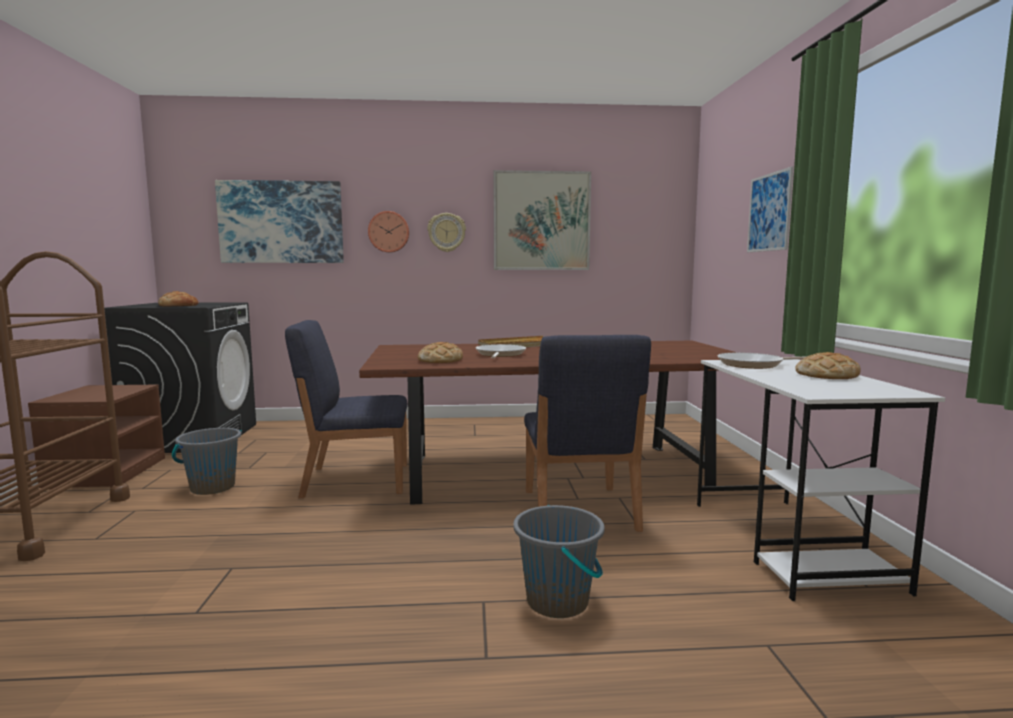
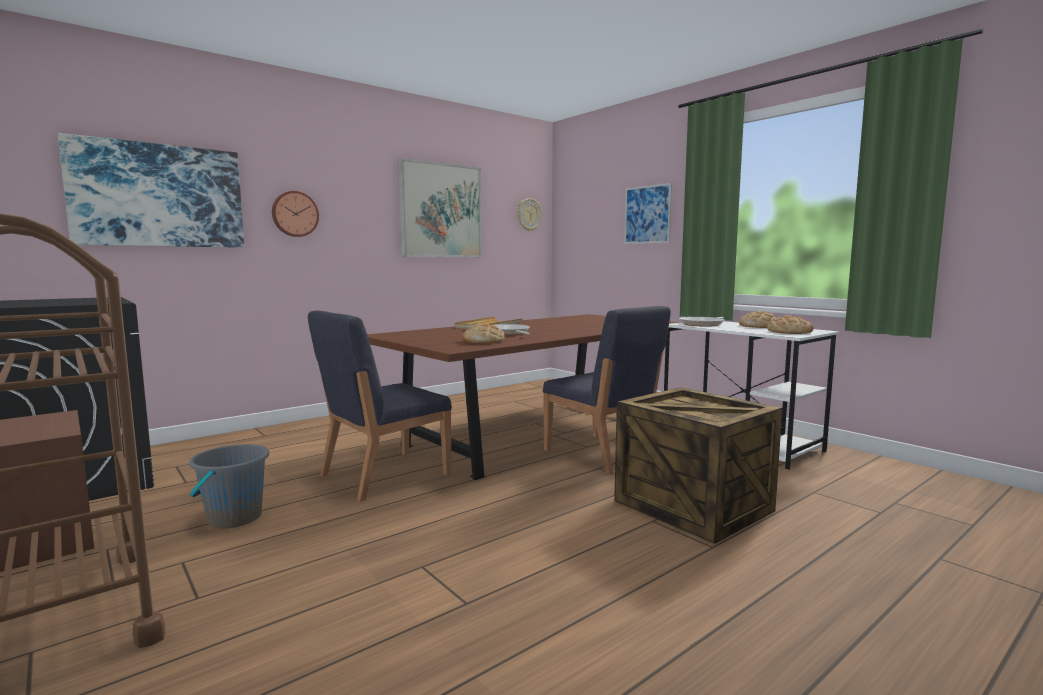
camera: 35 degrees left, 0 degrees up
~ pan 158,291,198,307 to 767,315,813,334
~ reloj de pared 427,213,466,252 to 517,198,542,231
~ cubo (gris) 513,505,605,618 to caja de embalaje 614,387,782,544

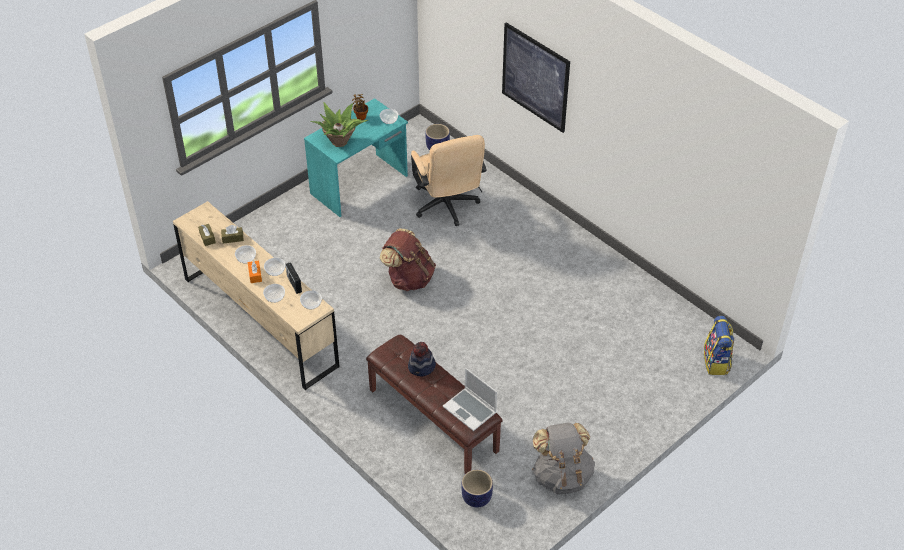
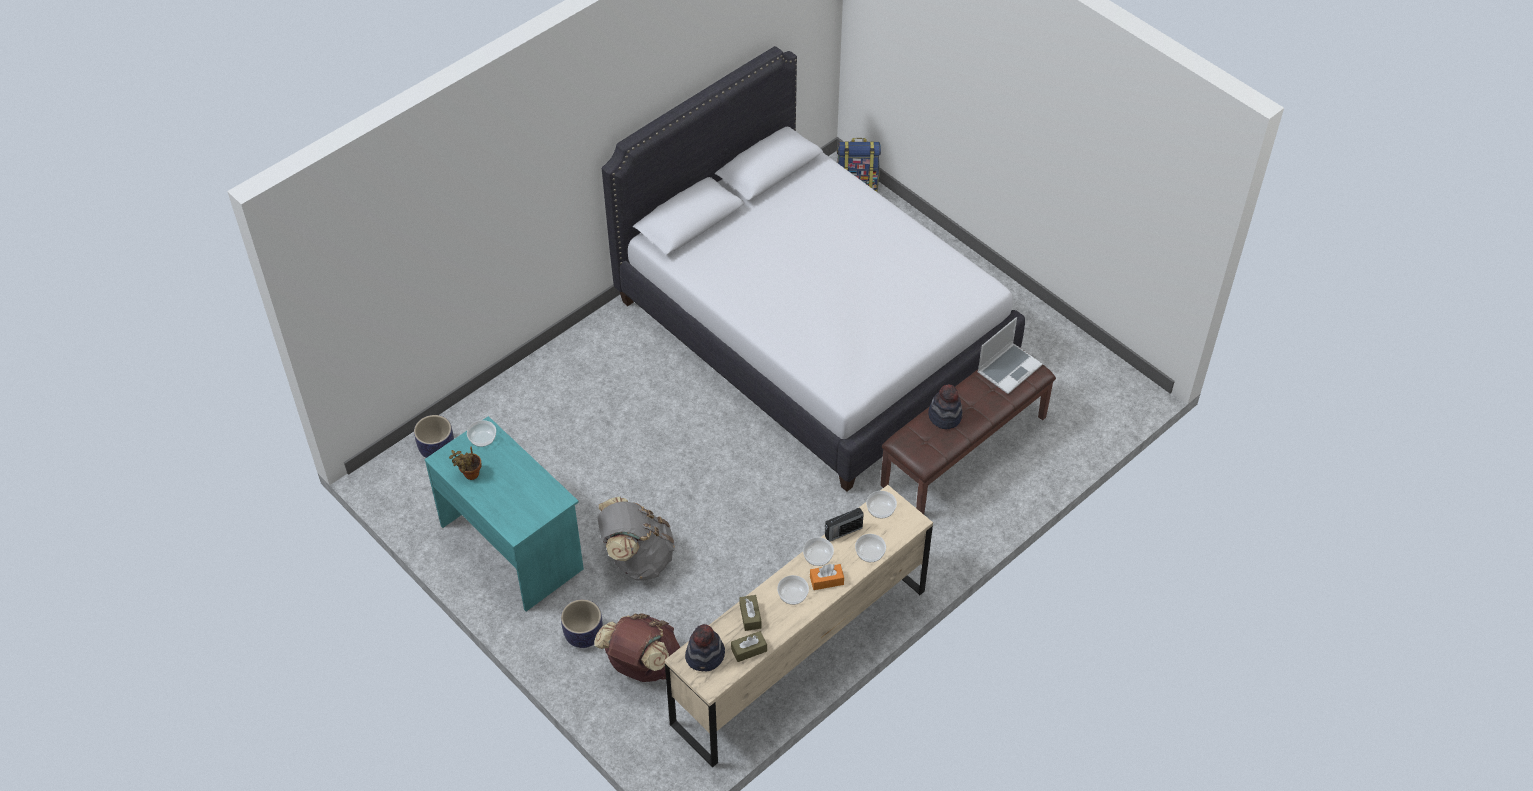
camera: 90 degrees left, 5 degrees up
- planta en maceta 310,102,368,147
~ mochila (marrón) 380,228,436,291 to 594,613,680,682
- silla de oficina (beis) 411,135,487,226
~ maceta 461,470,493,507 to 561,599,603,648
- cuadro 502,22,570,133
~ mochila (gris) 532,423,595,495 to 597,497,675,581
+ cama (blanco) 602,46,1025,492
+ sombrero 685,624,725,671

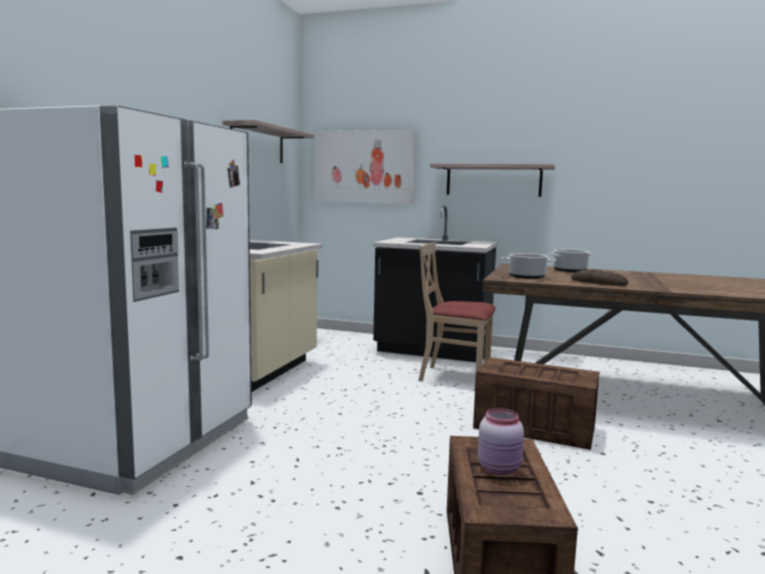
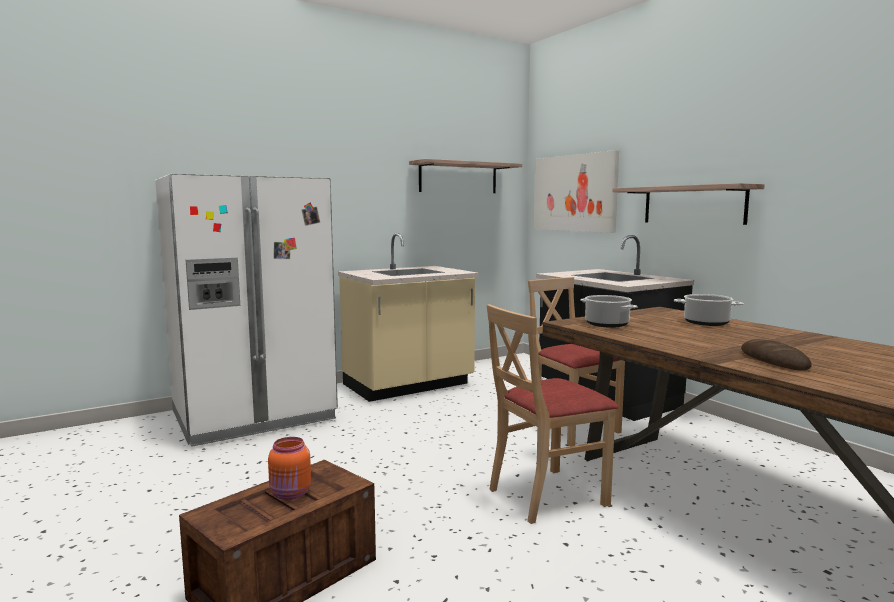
camera: 40 degrees right, 0 degrees up
~ caja de embalaje 473,357,599,450 to silla (beis) 487,304,619,524
~ tarro (rosa) 478,408,524,475 to tarro (naranja) 268,437,311,500
~ pan 571,270,628,286 to 741,339,811,370

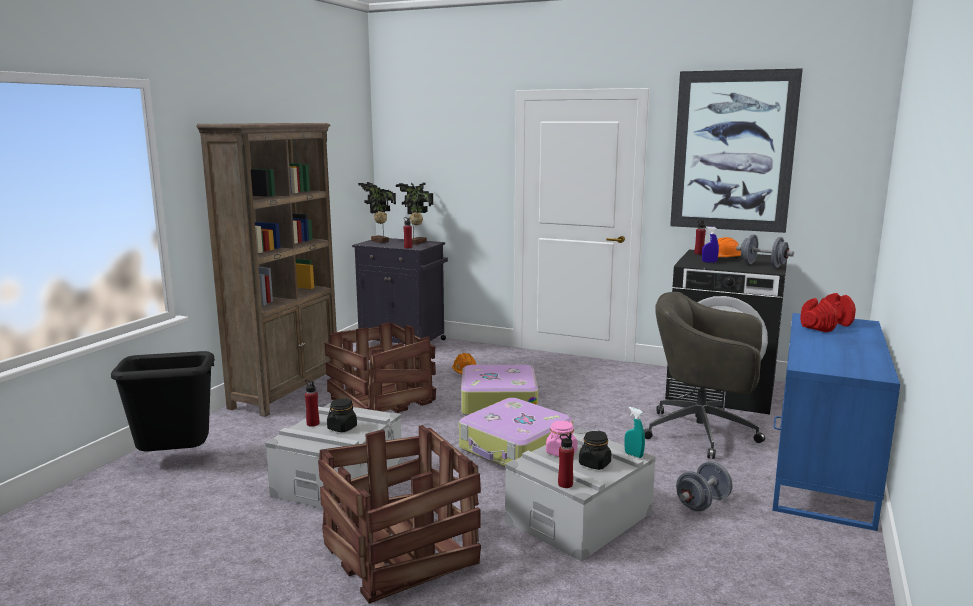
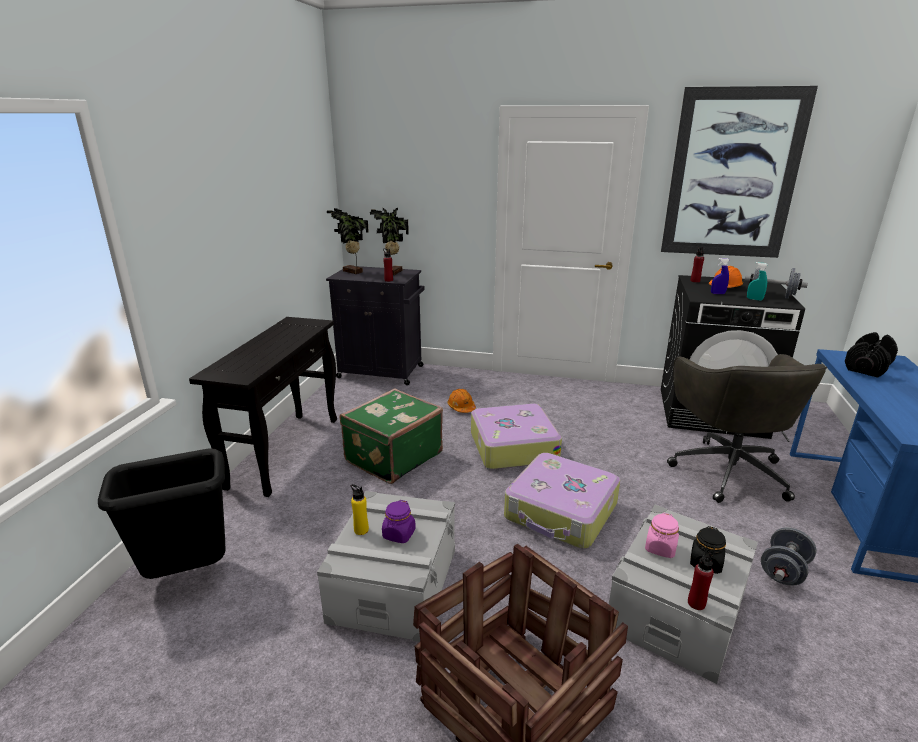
camera: 10 degrees left, 10 degrees up
~ estantería (marrón) 196,123,337,417 to mesa consola (negro) 189,317,337,497
~ botella (rojo) 305,380,319,427 to botella (amarillo) 350,484,369,535
~ caja de embalaje 325,322,436,413 to maleta (verde) 340,388,443,484
~ tarro (negro) 327,398,357,432 to tarro (morado) 382,500,416,543
~ pulverizador (turquesa) 624,407,645,458 to 747,262,768,301
~ silla de oficina (gris) 644,292,765,459 = 667,354,827,503 105 degrees counterclockwise
~ mancuerna (rojo) 800,293,856,332 to mancuerna (negro) 845,332,898,378

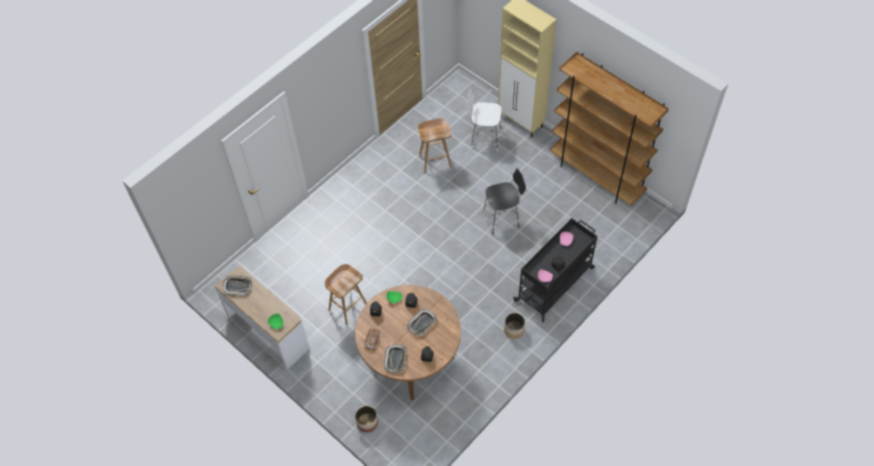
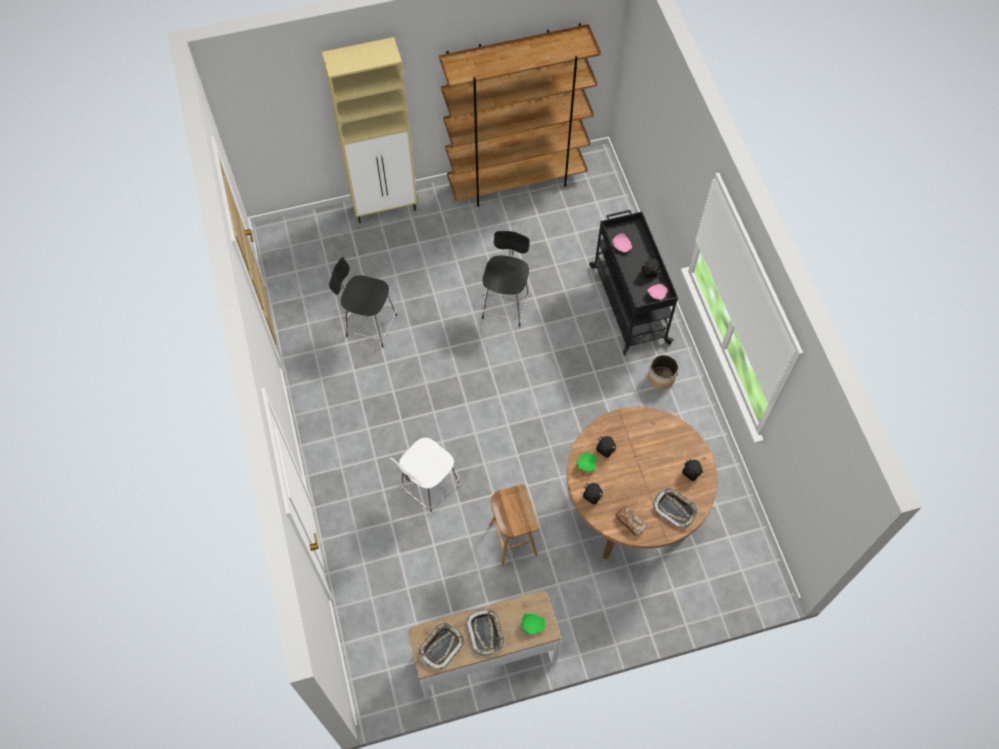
camera: 60 degrees left, 5 degrees up
- maceta 355,406,378,433
~ bandeja 407,309,437,336 to 466,608,505,656
~ taburete (marrón) 418,118,452,173 to silla (negro) 329,257,397,347
~ silla (blanco) 467,89,503,151 to 390,437,460,515

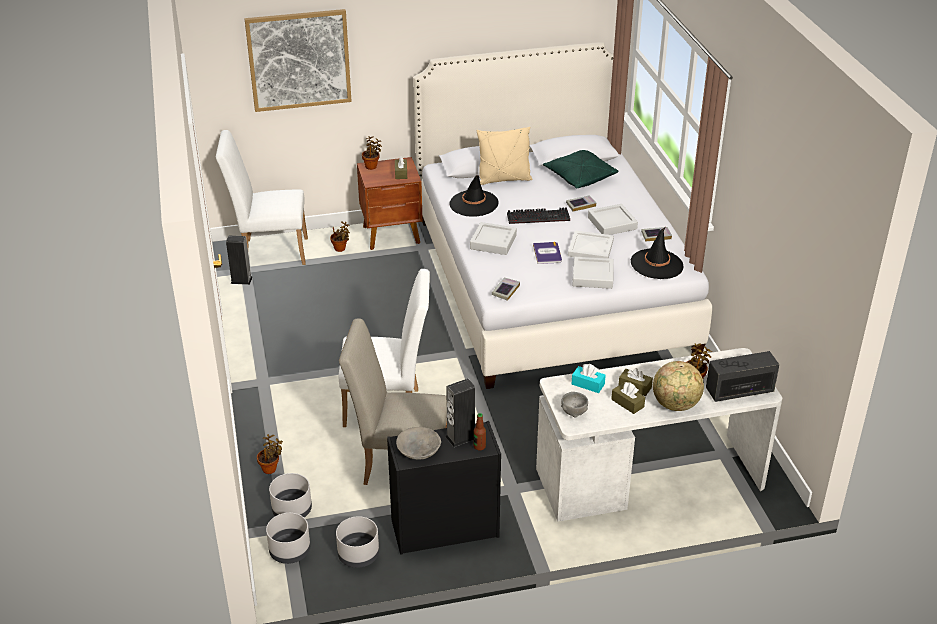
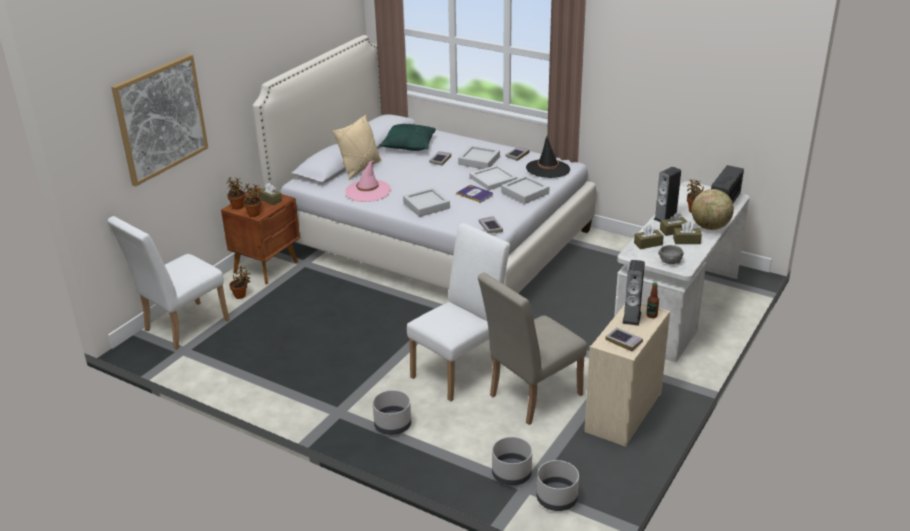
camera: 45 degrees left, 5 degrees down
~ altavoz 226,235,253,285 to 654,166,681,222
~ planta en maceta 257,434,283,474 to 243,184,262,217
~ maceta (gris) 336,516,379,568 to 373,390,411,435
~ cómoda (negro) 387,421,501,555 to cómoda (beis) 584,303,670,447
~ cuenco (gris) 396,427,441,459 to libro 606,327,643,351
~ sombrero (negro) 449,175,499,217 to sombrero (rosa) 345,161,391,202
- teclado 507,207,570,224
~ caja de pañuelos (turquesa) 572,364,606,393 to caja de pañuelos (marrón) 634,225,664,249

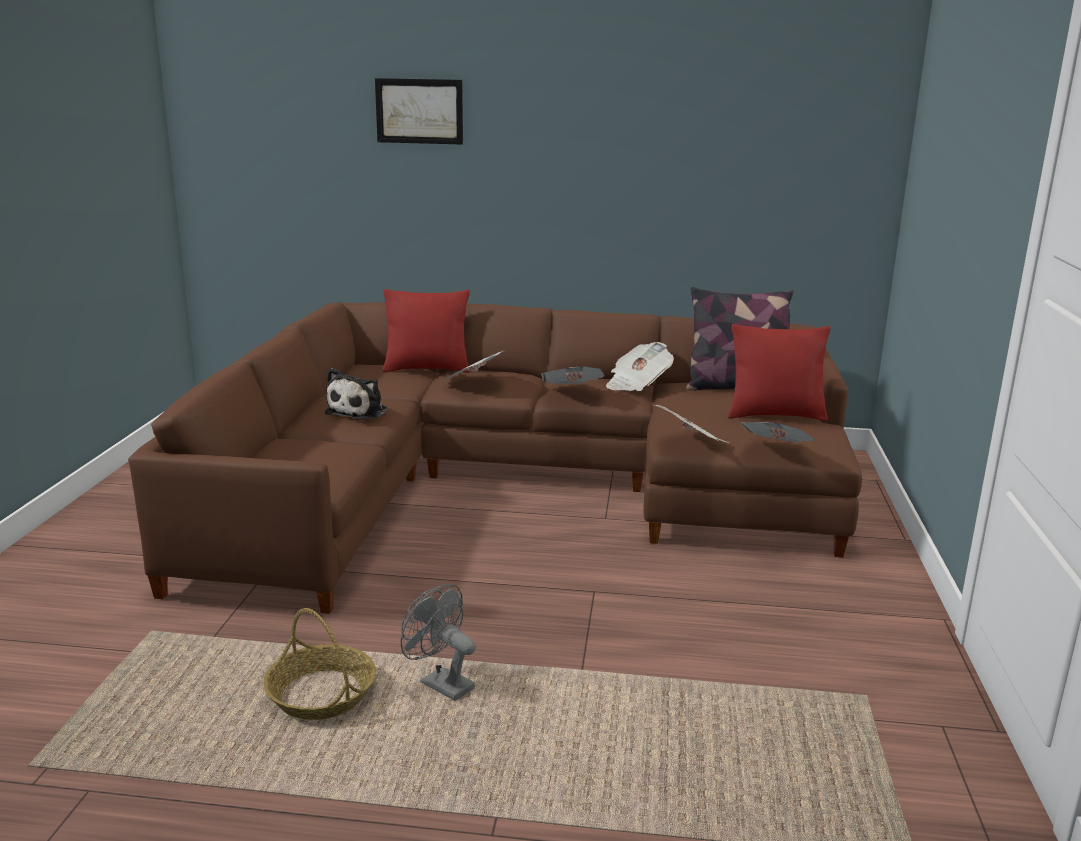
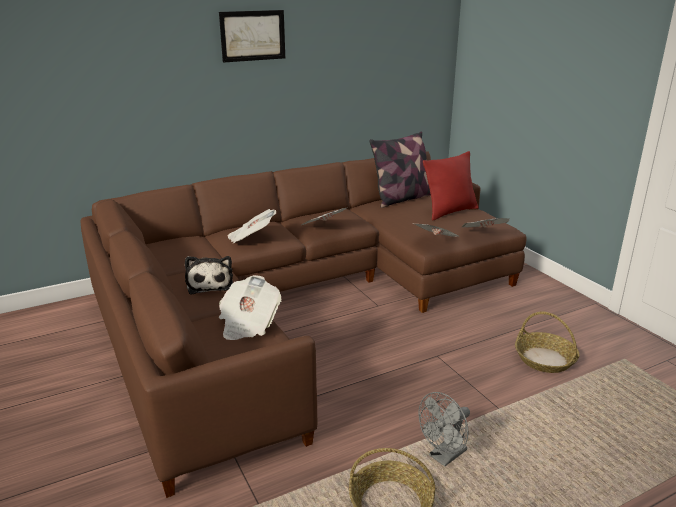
camera: 35 degrees left, 5 degrees up
~ cuadro 375,78,463,145 to 219,10,285,63
- cojín (rojo) 383,289,470,373
~ ventilador (gris) 401,584,476,701 = 418,392,470,466 45 degrees counterclockwise
~ periódico 606,342,674,391 to 219,275,281,340
+ cesta 515,312,579,373

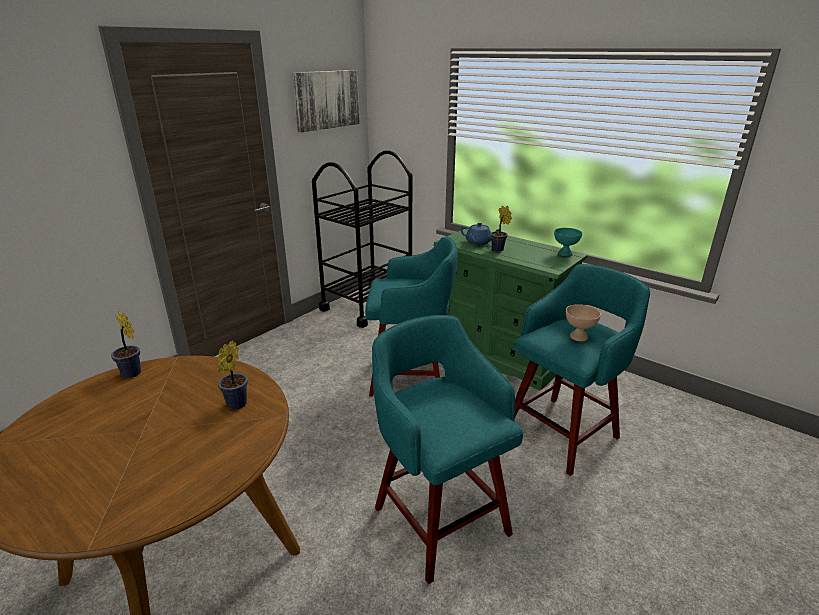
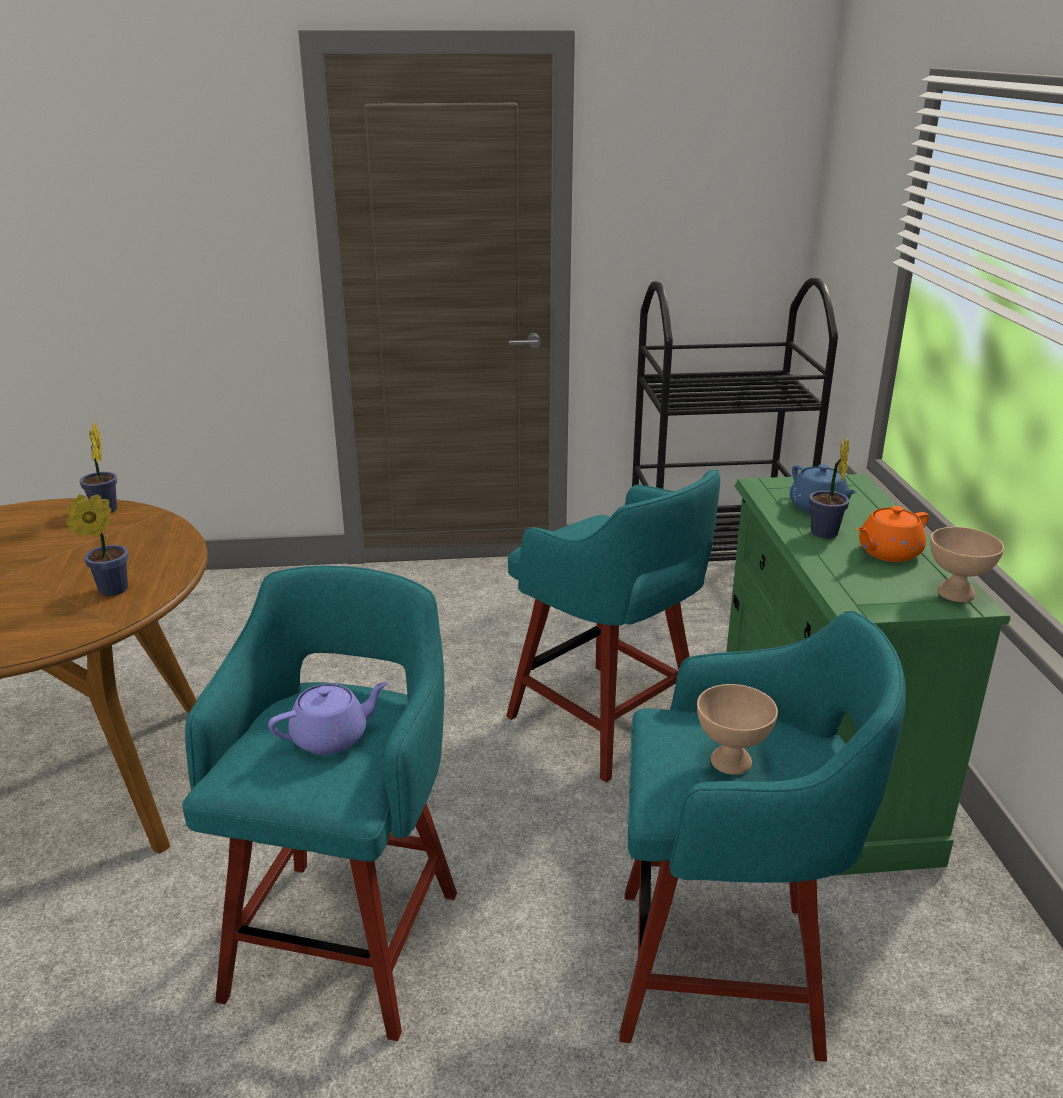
camera: 45 degrees right, 0 degrees up
- cuadro 292,70,360,132
~ cuenco (turquesa) 554,228,582,256 to cuenco (beis) 930,527,1004,602
+ tetera (morado) 268,682,388,755
+ tetera (naranja) 857,506,929,562

